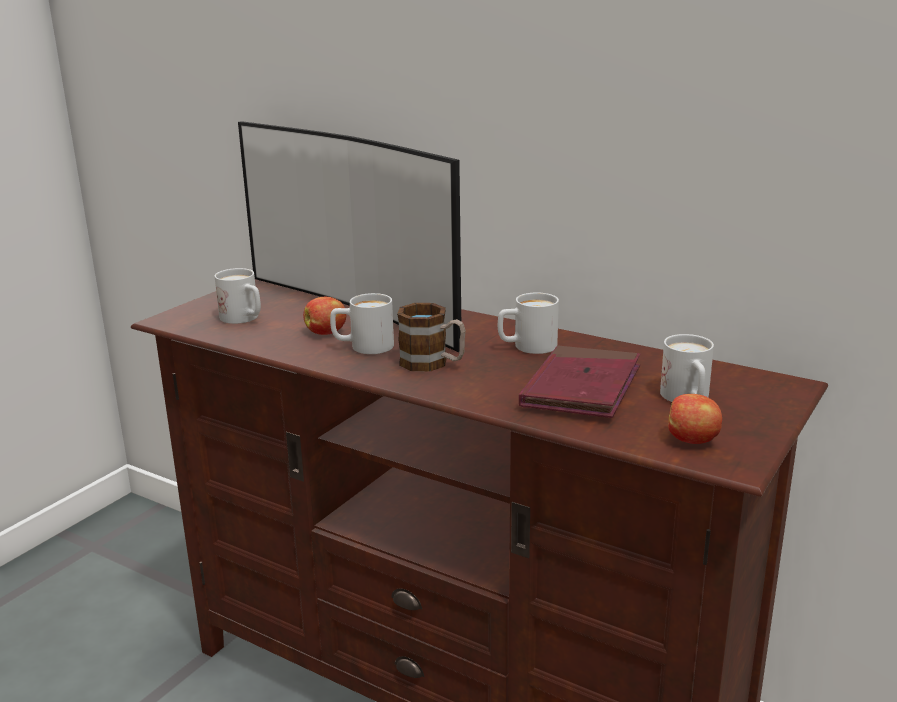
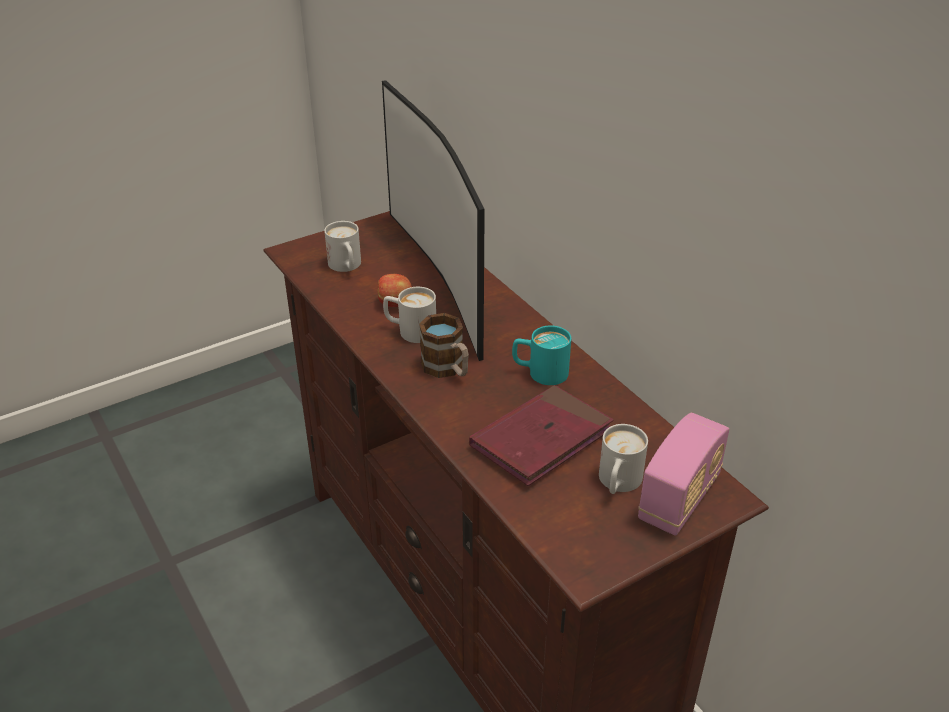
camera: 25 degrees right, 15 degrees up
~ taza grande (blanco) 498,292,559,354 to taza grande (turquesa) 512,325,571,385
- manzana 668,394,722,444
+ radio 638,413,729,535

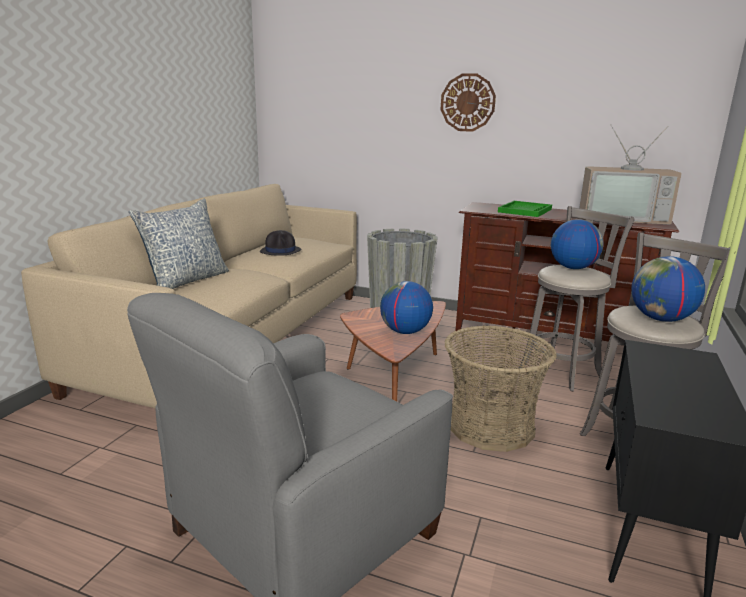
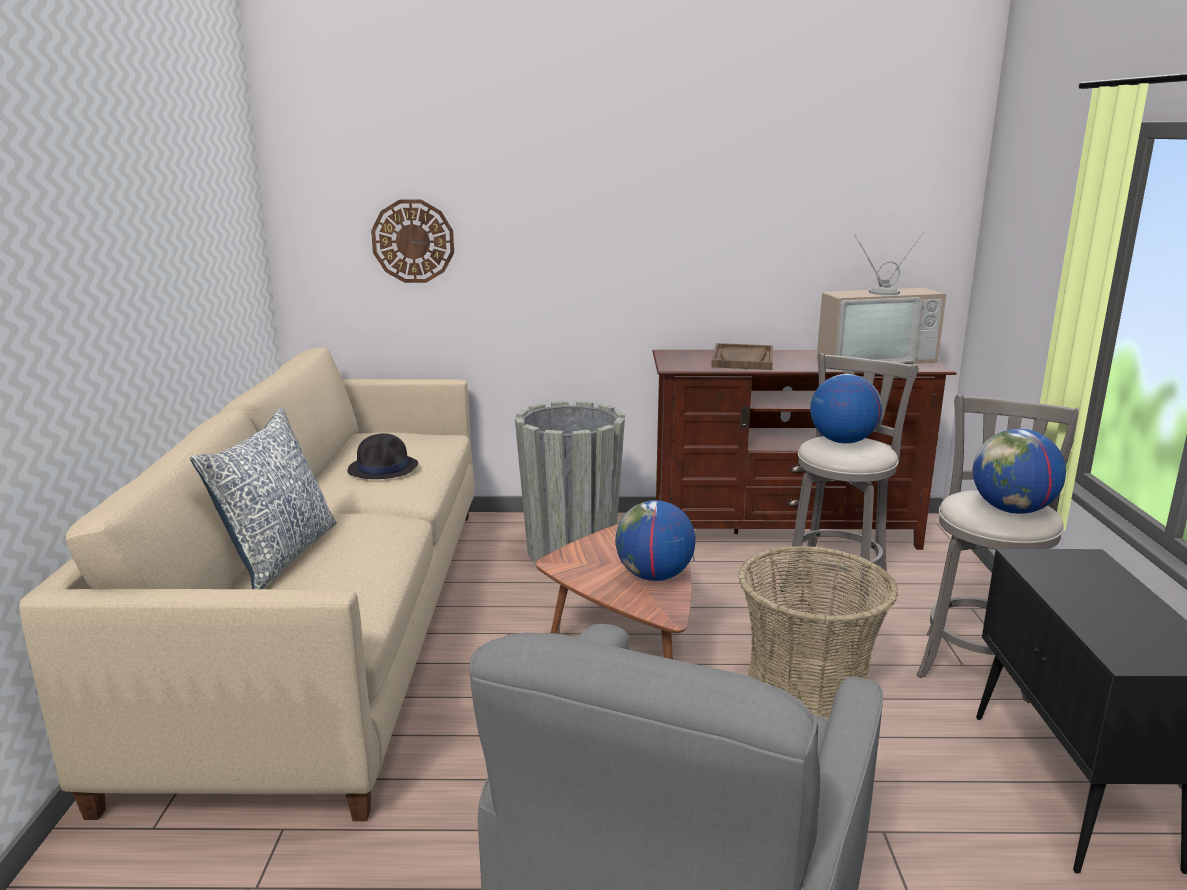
camera: 20 degrees left, 0 degrees up
~ reloj de pared 440,73,496,132 to 371,200,454,283
~ bandeja (verde) 498,201,552,217 to bandeja (marrón) 711,343,773,370

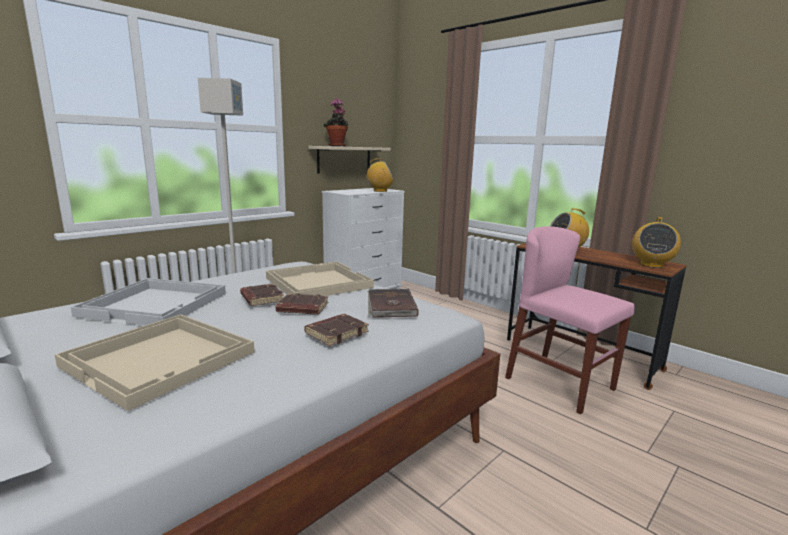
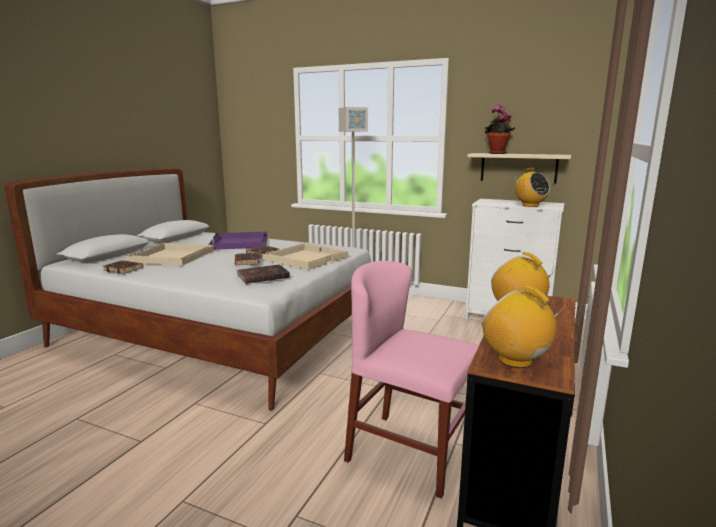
camera: 70 degrees right, 0 degrees up
~ bandeja (blanco) 71,278,226,325 to bandeja (morado) 209,232,267,250
~ libro (marrón) 304,314,369,346 to 103,260,144,274
~ silla (rosa) 505,226,635,414 = 344,261,479,499 90 degrees counterclockwise
~ radio 632,217,681,268 = 482,285,568,368 45 degrees clockwise

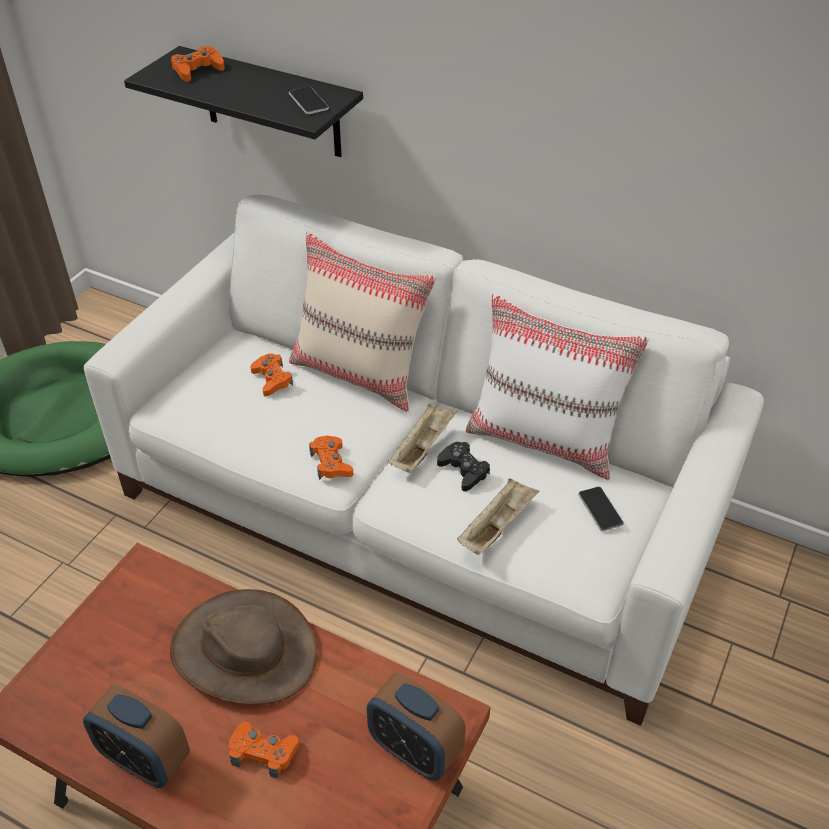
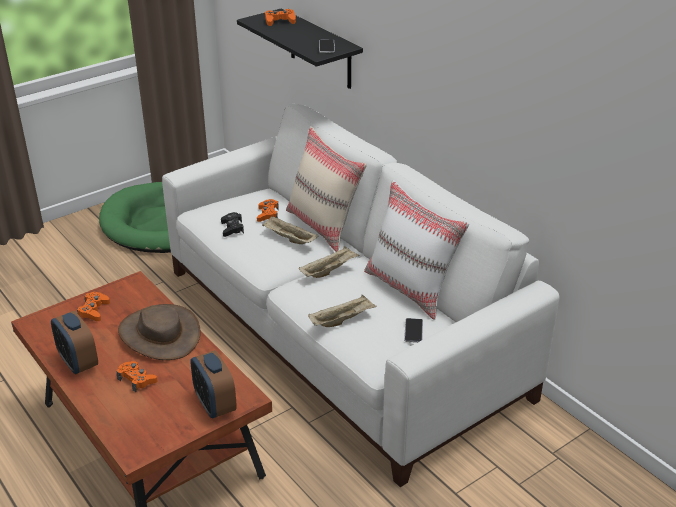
camera: 25 degrees right, 10 degrees down
~ mando de consola (naranja) 309,436,353,480 to 77,292,110,321
~ mando de consola (negro) 437,442,490,491 to 221,212,244,237
+ bandeja (beis) 262,216,318,244

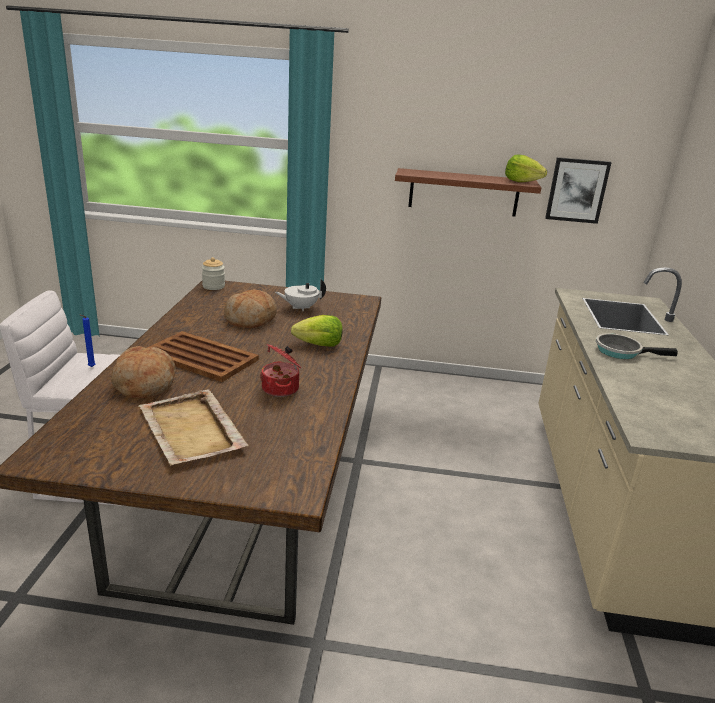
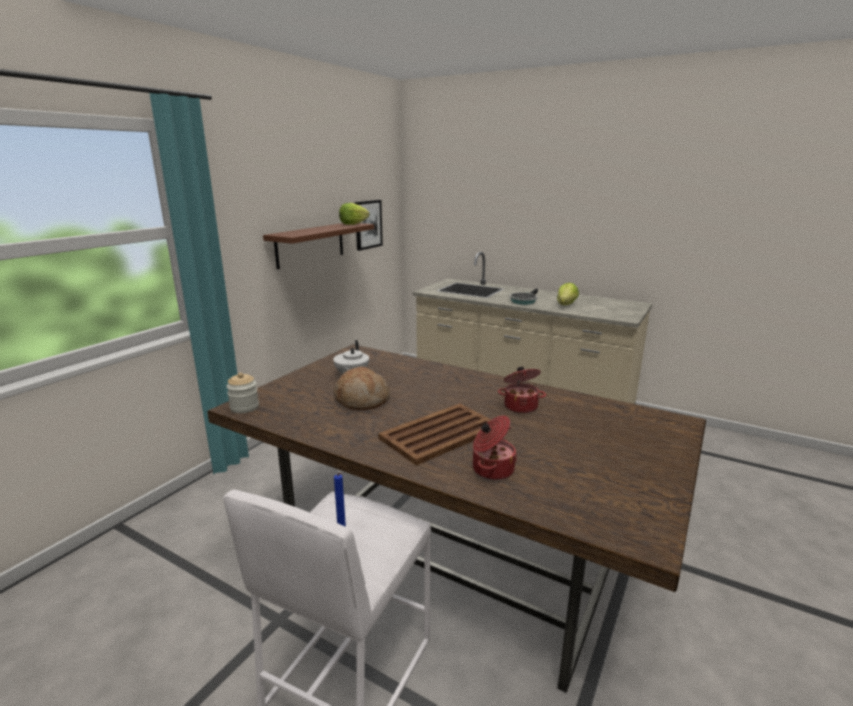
camera: 65 degrees left, 5 degrees down
~ pan 111,346,176,398 to olla 473,415,517,480
- bandeja (beis) 139,389,249,465
~ lechuga 291,315,343,347 to 557,283,579,305

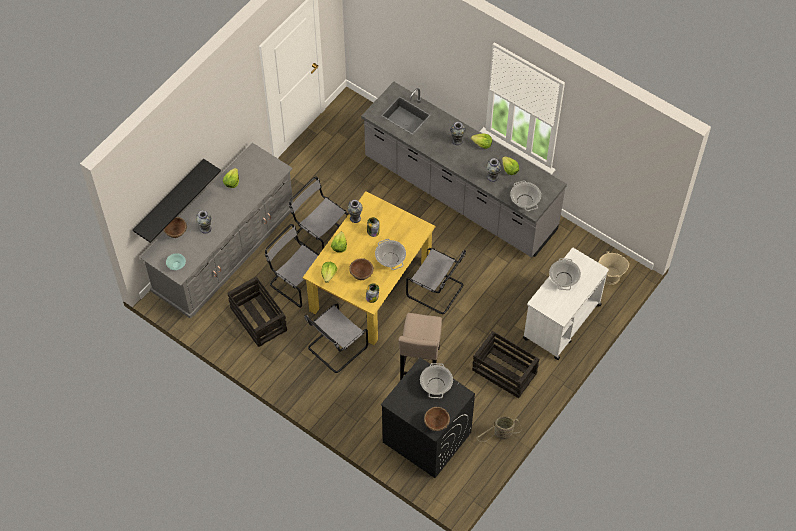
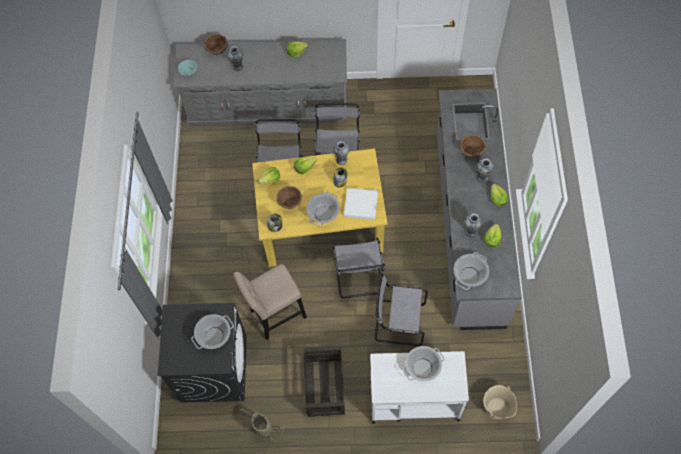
camera: 55 degrees right, 5 degrees up
- estante (negro) 133,159,221,243
- caja de embalaje 227,276,287,347
~ silla (gris) 304,303,368,373 to 375,273,428,346
~ cuenco (marrón) 424,407,450,431 to 460,134,486,158
+ bandeja (blanco) 344,187,378,220

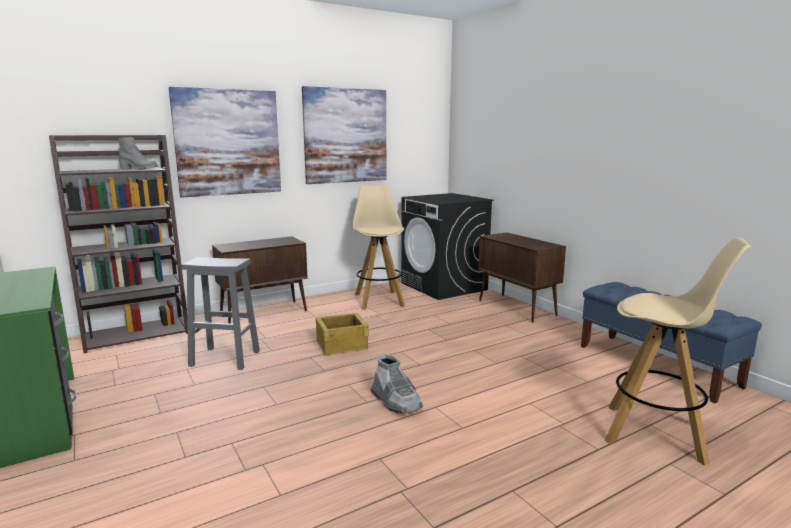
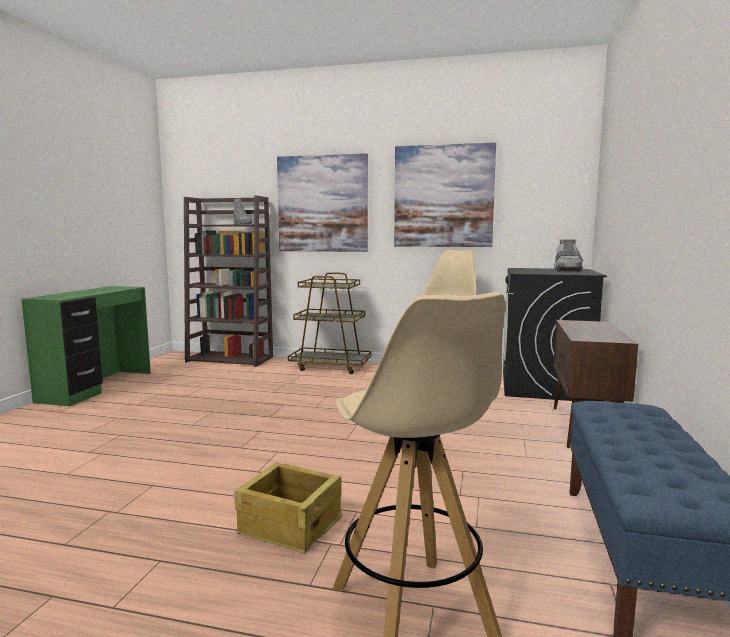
camera: 45 degrees right, 5 degrees down
- taburete (gris) 181,257,260,370
~ armario (marrón) 212,236,308,324 to carrito (marrón) 288,272,372,374
~ caja de embalaje 316,313,368,355 to 235,462,342,554
~ bota (gris) 371,354,423,414 to 554,239,583,272

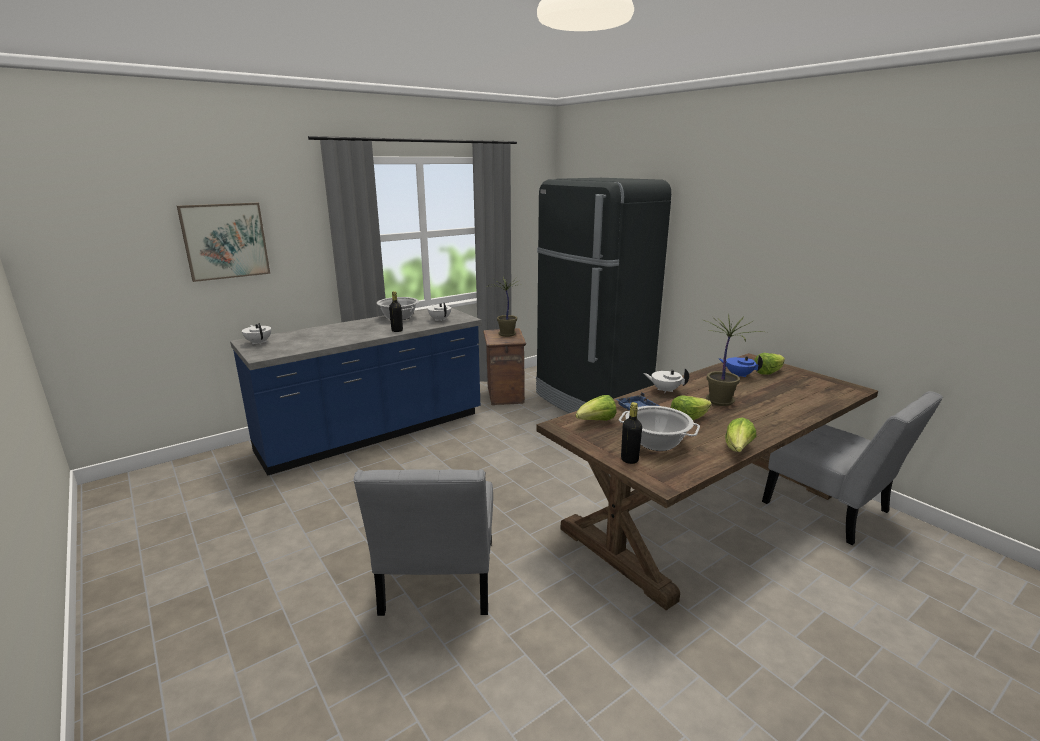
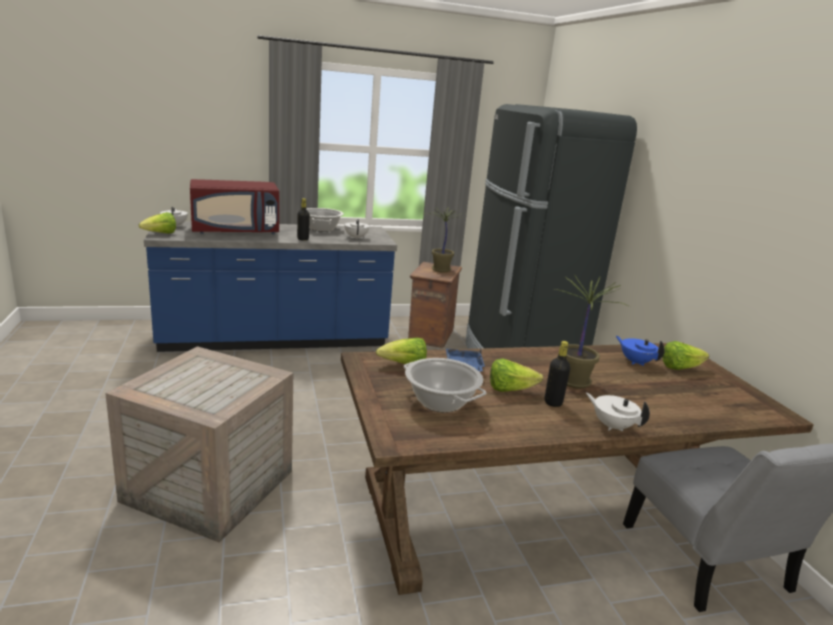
camera: 20 degrees right, 0 degrees up
- cuadro 177,203,270,282
~ silla (gris) 353,469,493,616 to caja de embalaje 105,346,293,543
~ botella (negro) 621,402,642,464 to 545,341,571,407
~ tetera (blanco) 643,368,689,393 to 586,393,650,431
~ lechuga 725,417,756,452 to 139,212,176,234
+ microondas (rojo) 190,179,279,234

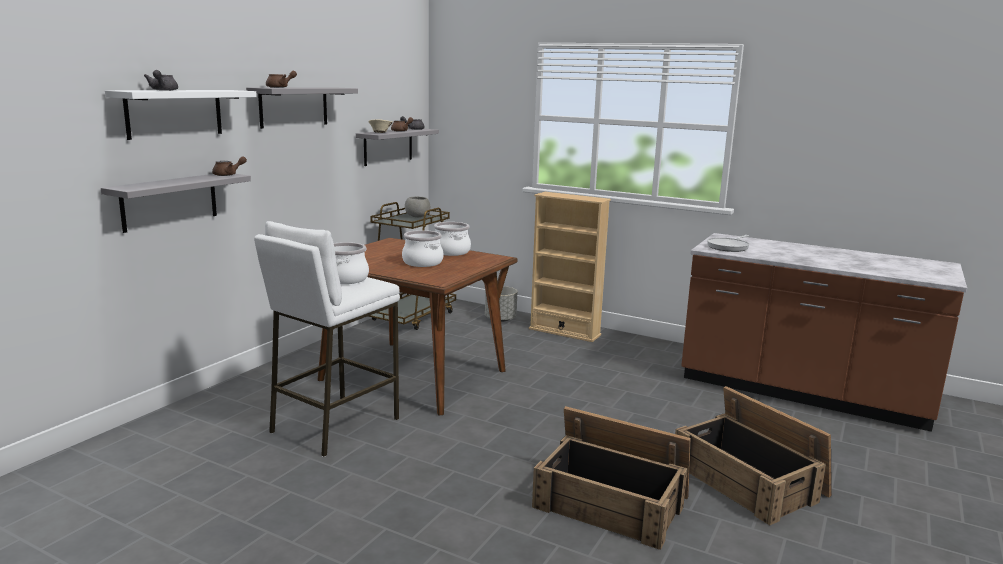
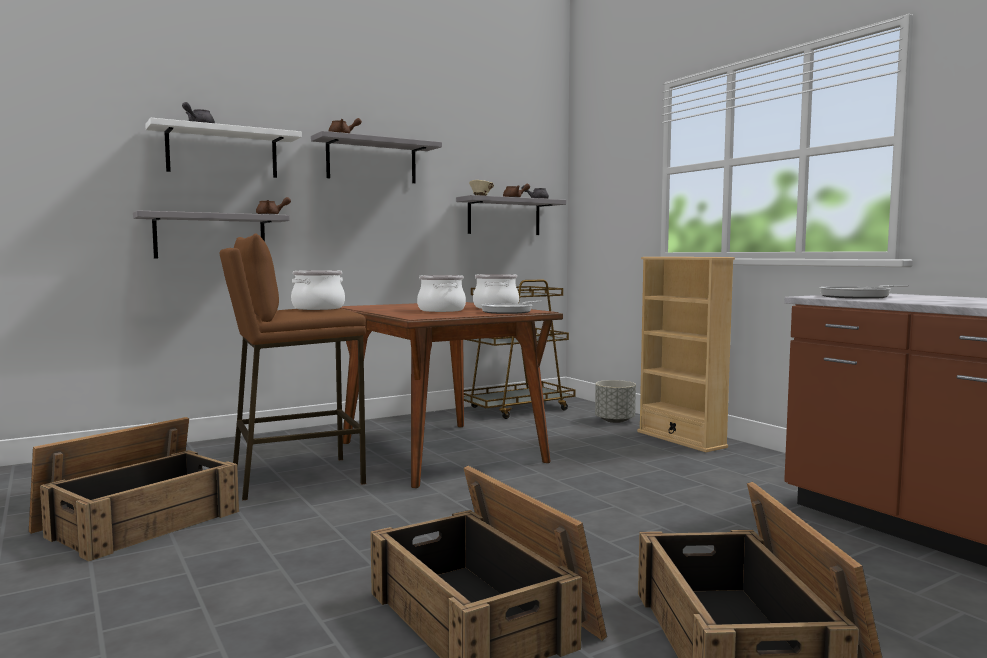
camera: 30 degrees right, 10 degrees down
~ taburete (blanco) 254,221,400,457 to taburete (marrón) 220,233,366,501
- cuenco (gris) 405,196,431,217
+ caja de embalaje 29,417,239,562
+ sartén 481,301,542,314

